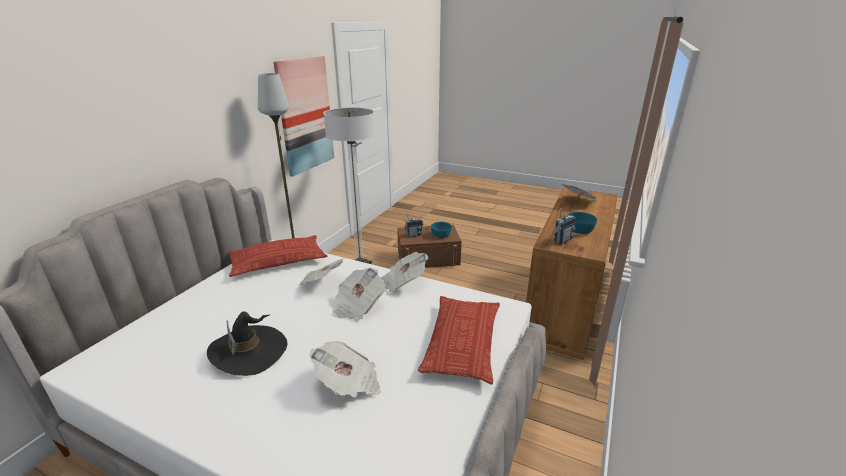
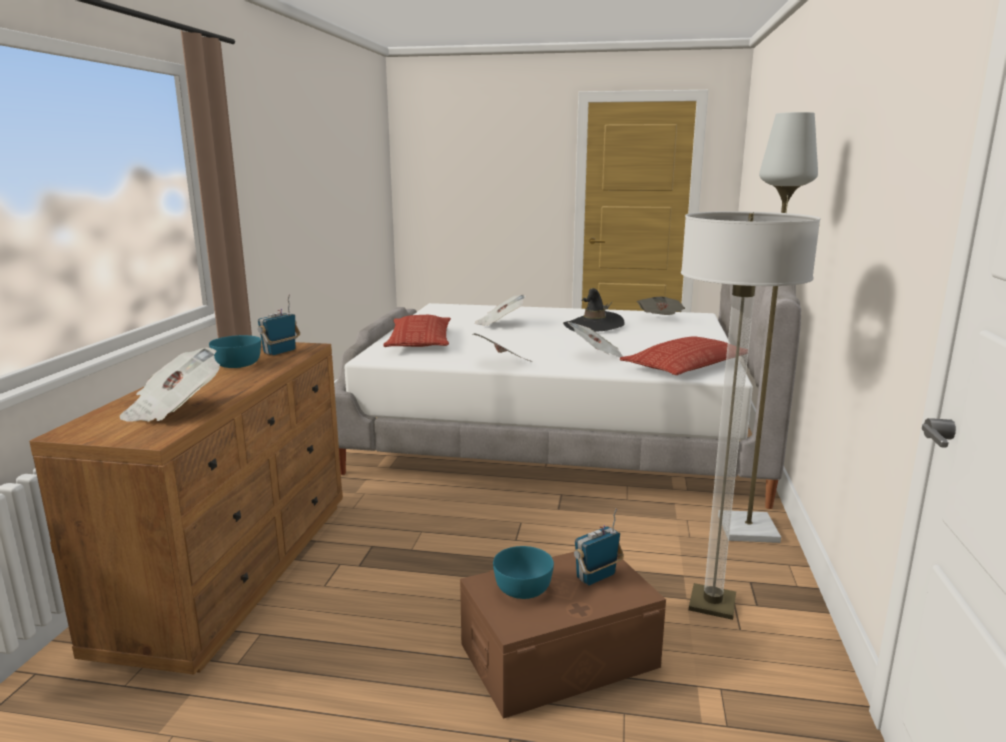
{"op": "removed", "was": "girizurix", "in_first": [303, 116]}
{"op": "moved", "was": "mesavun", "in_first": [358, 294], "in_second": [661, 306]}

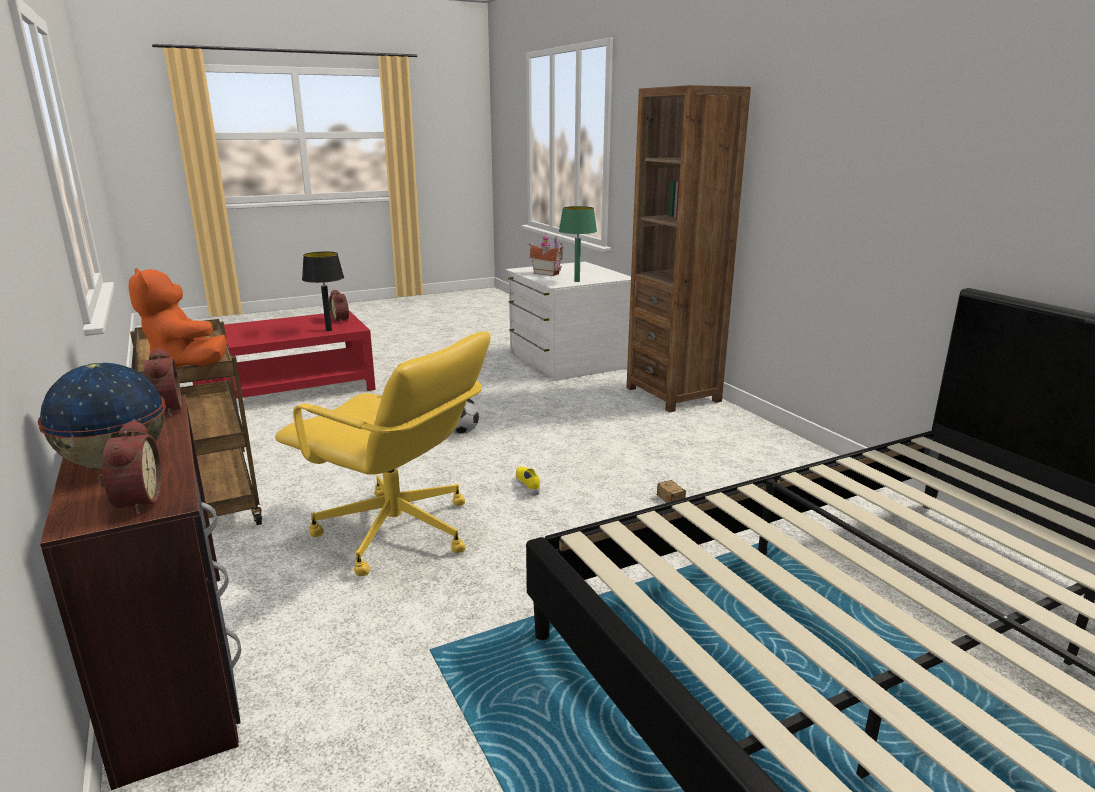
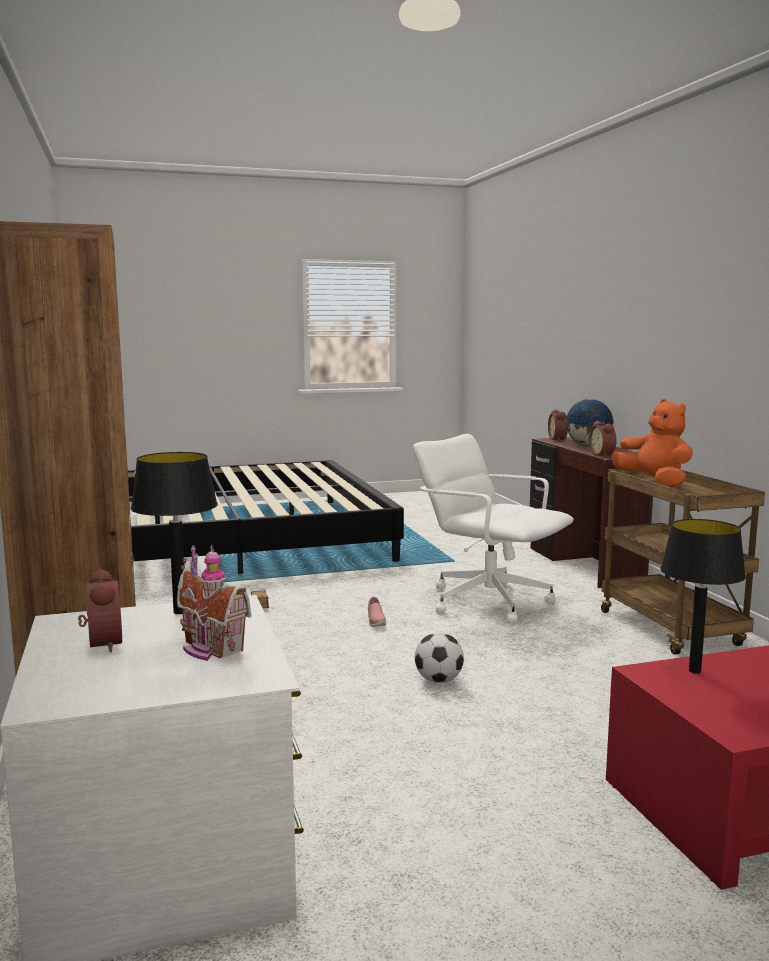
{"op": "recoloured", "was": "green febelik", "now": "black febelik", "in_first": [578, 244], "in_second": [174, 533]}
{"op": "moved", "was": "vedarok", "in_first": [339, 306], "in_second": [100, 610]}
{"op": "recoloured", "was": "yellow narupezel", "now": "white narupezel", "in_first": [382, 453], "in_second": [493, 528]}
{"op": "recoloured", "was": "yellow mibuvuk", "now": "pink mibuvuk", "in_first": [528, 481], "in_second": [377, 612]}

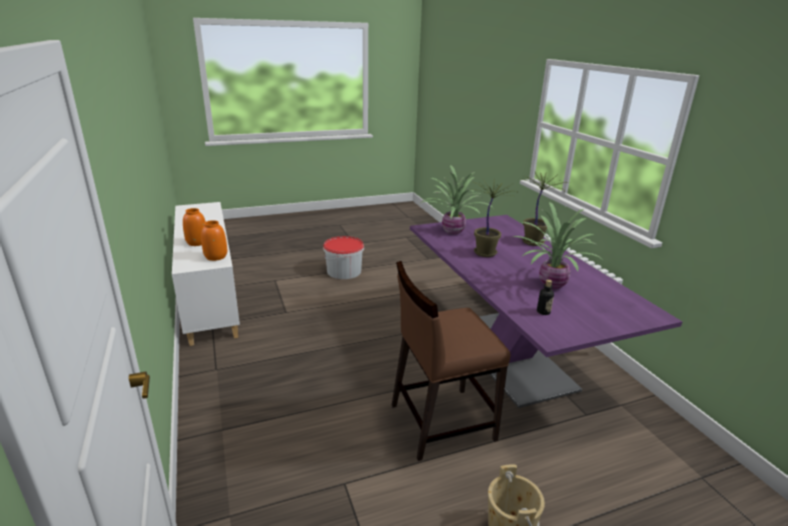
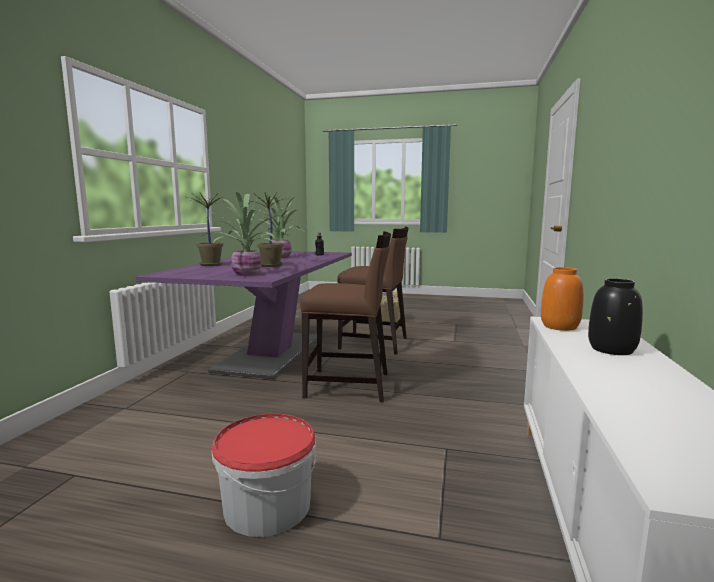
{"op": "recoloured", "was": "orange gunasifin", "now": "black gunasifin", "in_first": [194, 227], "in_second": [615, 317]}
{"op": "added", "now": "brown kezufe", "in_second": [345, 316]}

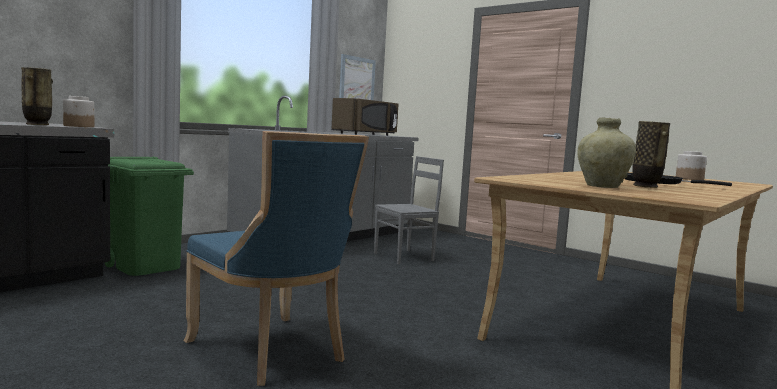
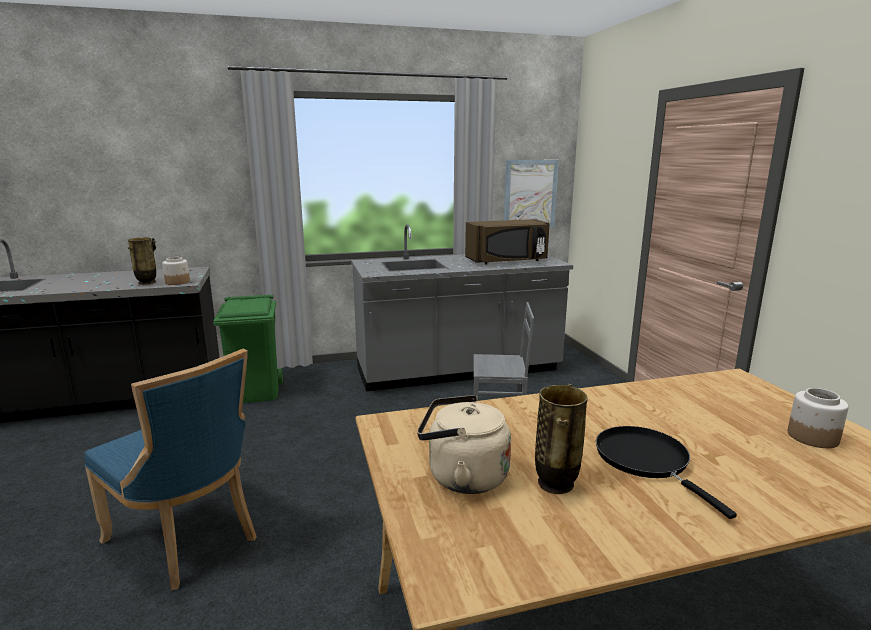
{"op": "replaced", "was": "beige gunasifin", "now": "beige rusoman", "in_first": [606, 153], "in_second": [464, 444]}
{"op": "turned", "was": "blue kezufe", "in_first": [276, 258], "in_second": [170, 469], "clockwise": -45}

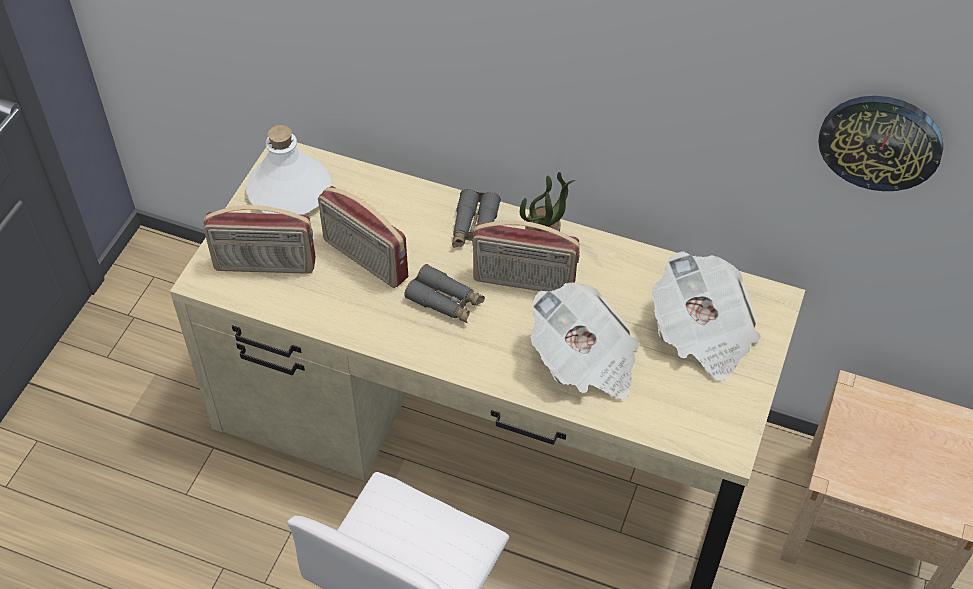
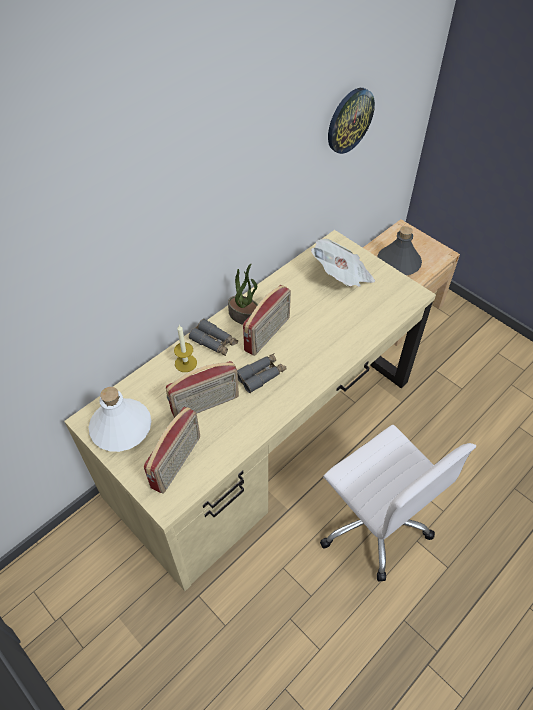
{"op": "removed", "was": "mesavun", "in_first": [584, 341]}
{"op": "added", "now": "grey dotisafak", "in_second": [399, 251]}
{"op": "added", "now": "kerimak", "in_second": [185, 348]}

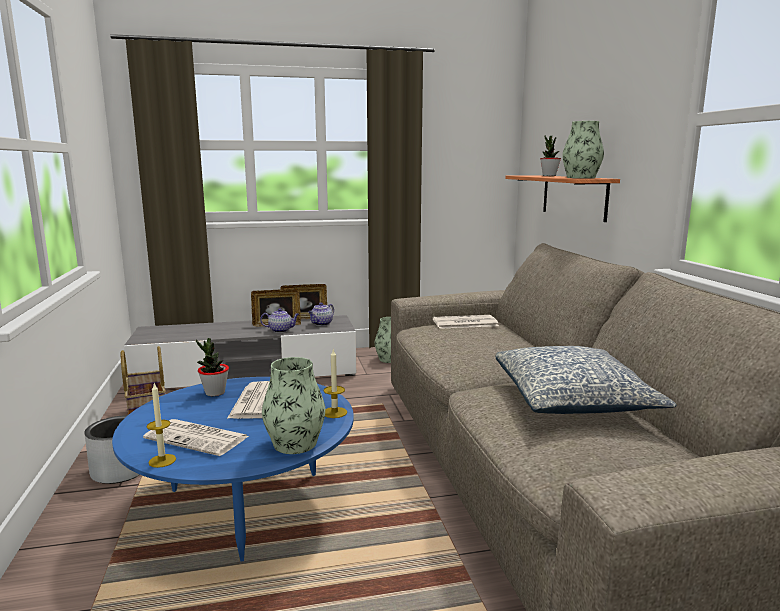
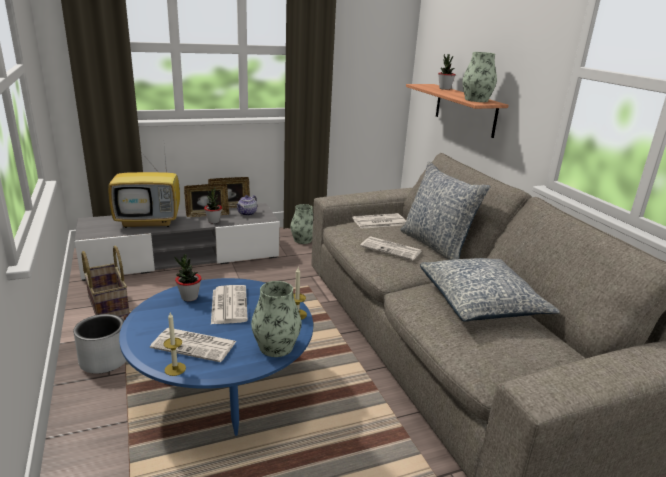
{"op": "replaced", "was": "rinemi", "now": "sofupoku", "in_first": [279, 320], "in_second": [213, 206]}
{"op": "added", "now": "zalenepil", "in_second": [144, 187]}
{"op": "added", "now": "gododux", "in_second": [445, 210]}
{"op": "added", "now": "mesavun", "in_second": [391, 248]}

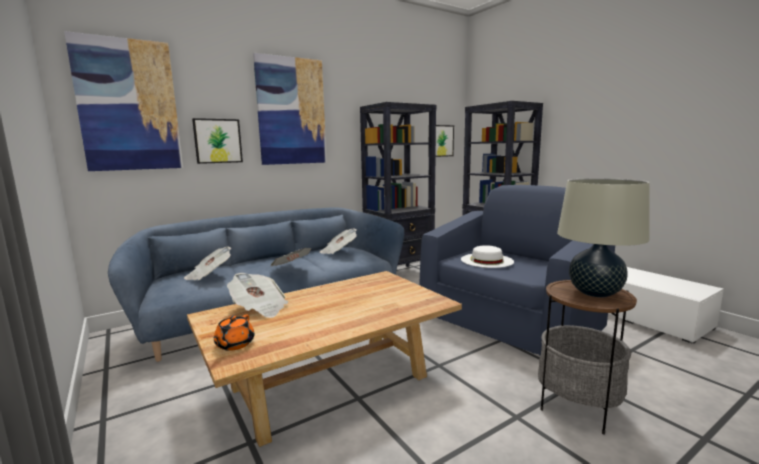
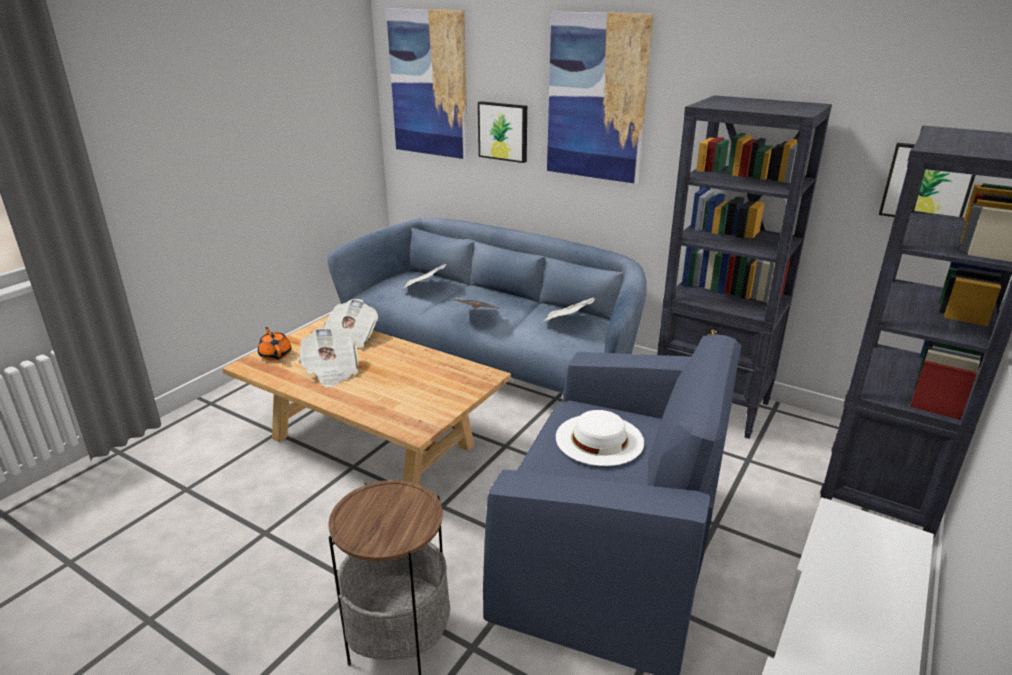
{"op": "removed", "was": "beige febelik", "in_first": [603, 238]}
{"op": "turned", "was": "orange rinemi", "in_first": [234, 333], "in_second": [274, 343], "clockwise": 75}
{"op": "added", "now": "mesavun", "in_second": [329, 357]}

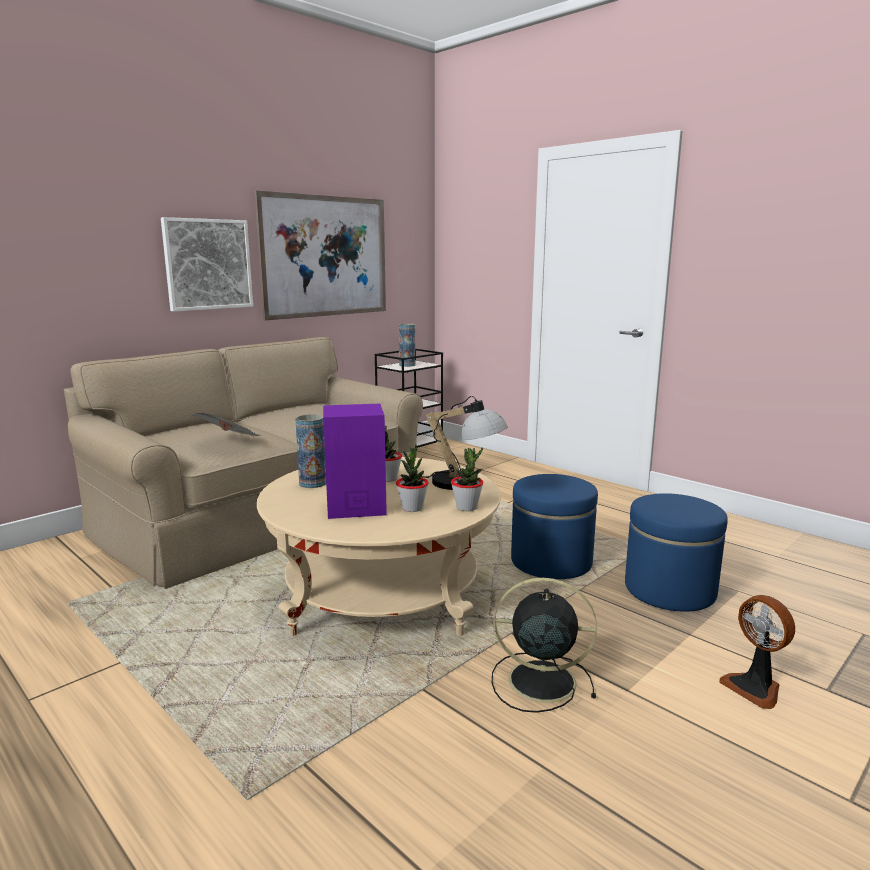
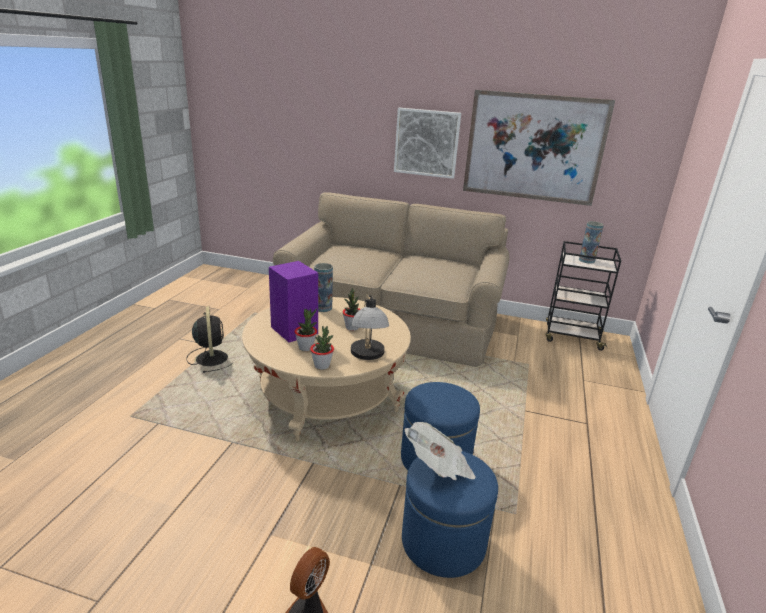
{"op": "moved", "was": "mesavun", "in_first": [227, 424], "in_second": [440, 451]}
{"op": "moved", "was": "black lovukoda", "in_first": [544, 645], "in_second": [210, 339]}

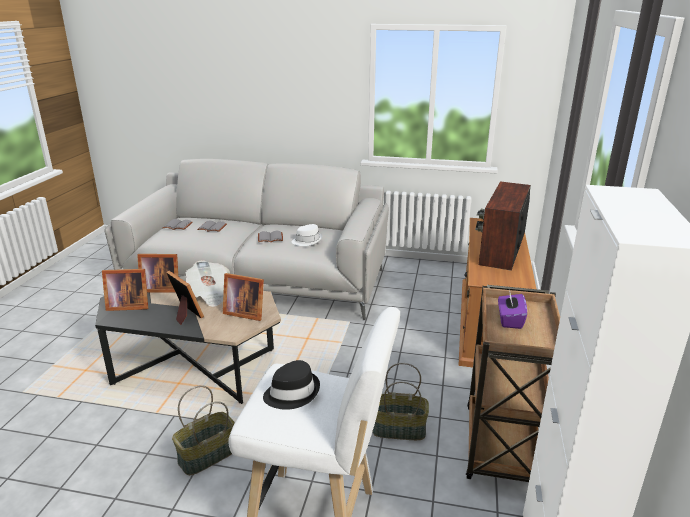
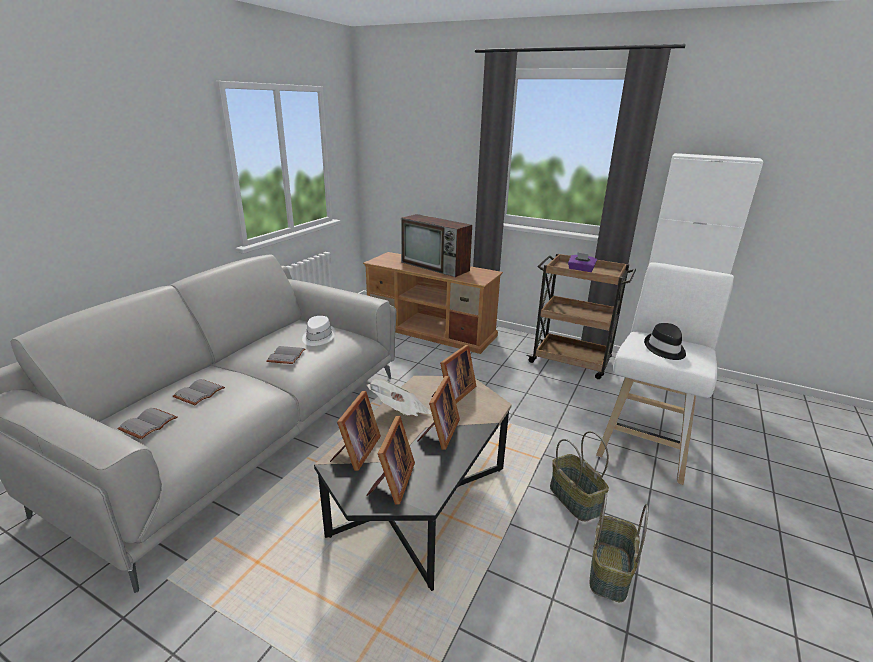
{"op": "turned", "was": "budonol", "in_first": [185, 298], "in_second": [438, 413], "clockwise": 135}
{"op": "moved", "was": "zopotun", "in_first": [401, 401], "in_second": [619, 547]}

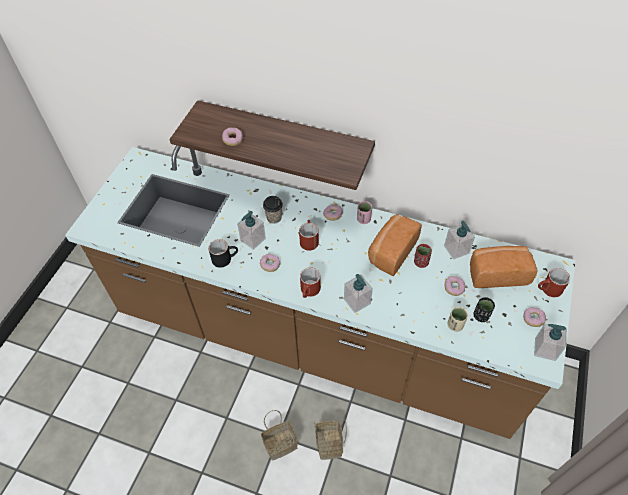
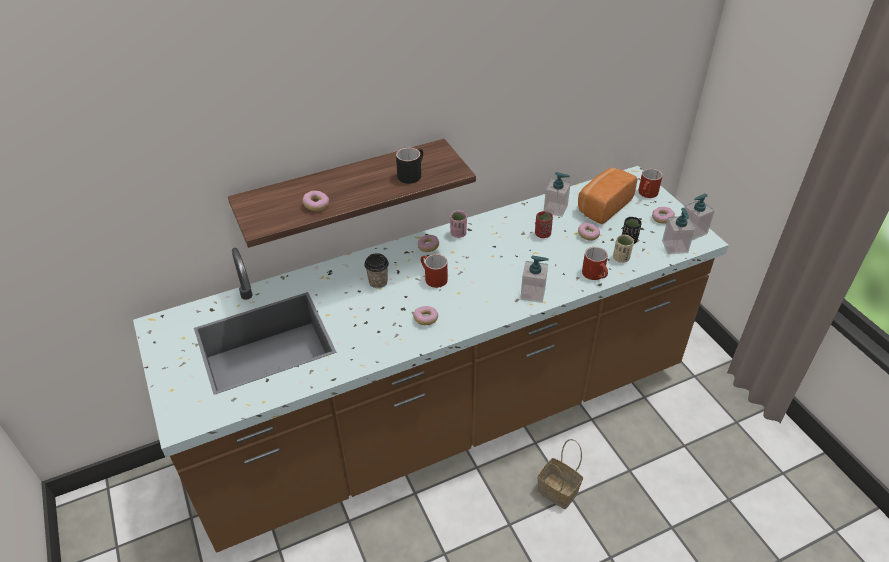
{"op": "moved", "was": "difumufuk", "in_first": [251, 230], "in_second": [678, 231]}
{"op": "removed", "was": "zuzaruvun", "in_first": [395, 245]}
{"op": "moved", "was": "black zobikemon", "in_first": [223, 253], "in_second": [409, 165]}
{"op": "moved", "was": "red zobikemon", "in_first": [310, 282], "in_second": [595, 263]}
{"op": "removed", "was": "zopotun", "in_first": [279, 435]}

